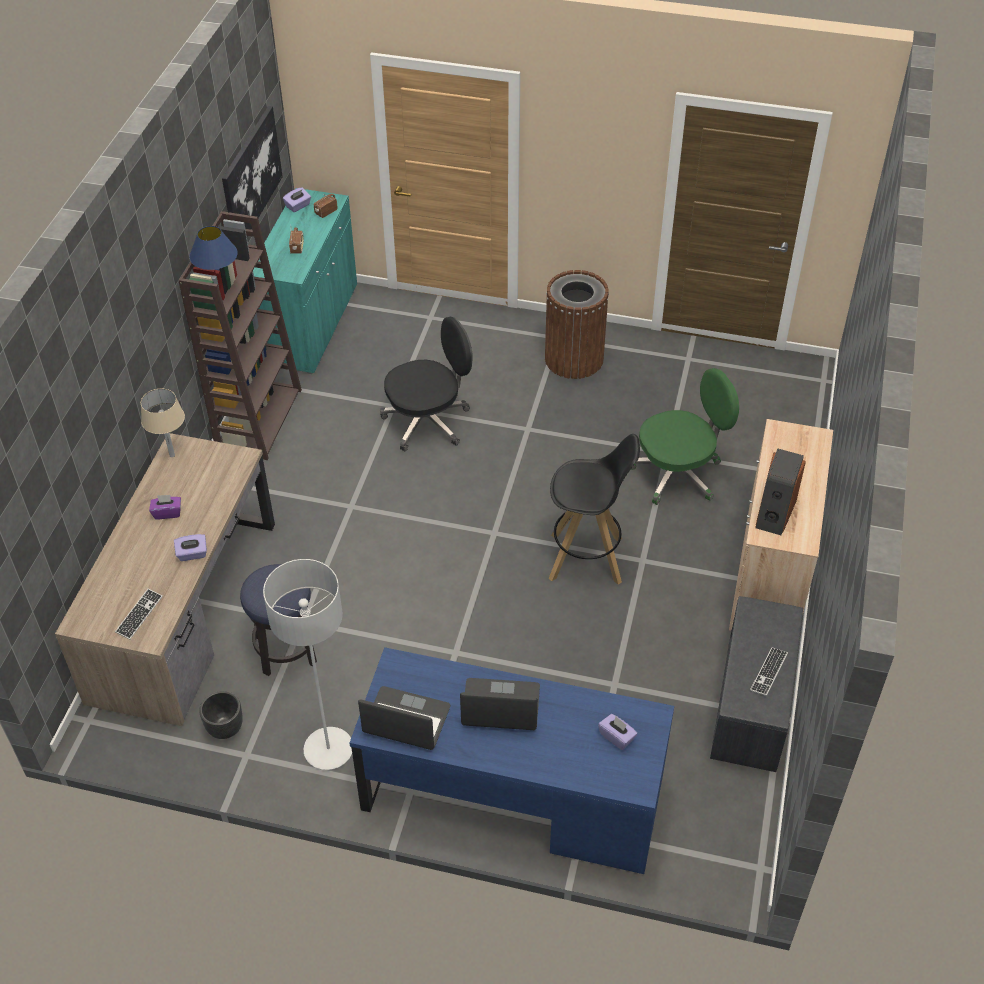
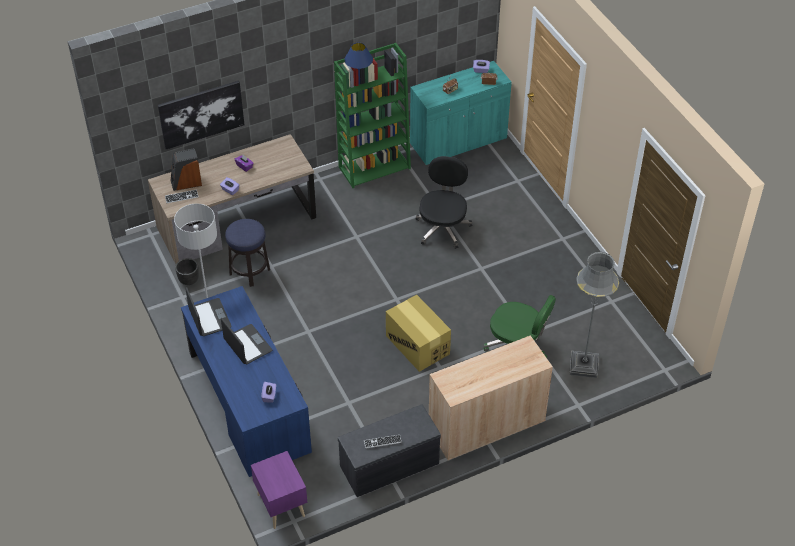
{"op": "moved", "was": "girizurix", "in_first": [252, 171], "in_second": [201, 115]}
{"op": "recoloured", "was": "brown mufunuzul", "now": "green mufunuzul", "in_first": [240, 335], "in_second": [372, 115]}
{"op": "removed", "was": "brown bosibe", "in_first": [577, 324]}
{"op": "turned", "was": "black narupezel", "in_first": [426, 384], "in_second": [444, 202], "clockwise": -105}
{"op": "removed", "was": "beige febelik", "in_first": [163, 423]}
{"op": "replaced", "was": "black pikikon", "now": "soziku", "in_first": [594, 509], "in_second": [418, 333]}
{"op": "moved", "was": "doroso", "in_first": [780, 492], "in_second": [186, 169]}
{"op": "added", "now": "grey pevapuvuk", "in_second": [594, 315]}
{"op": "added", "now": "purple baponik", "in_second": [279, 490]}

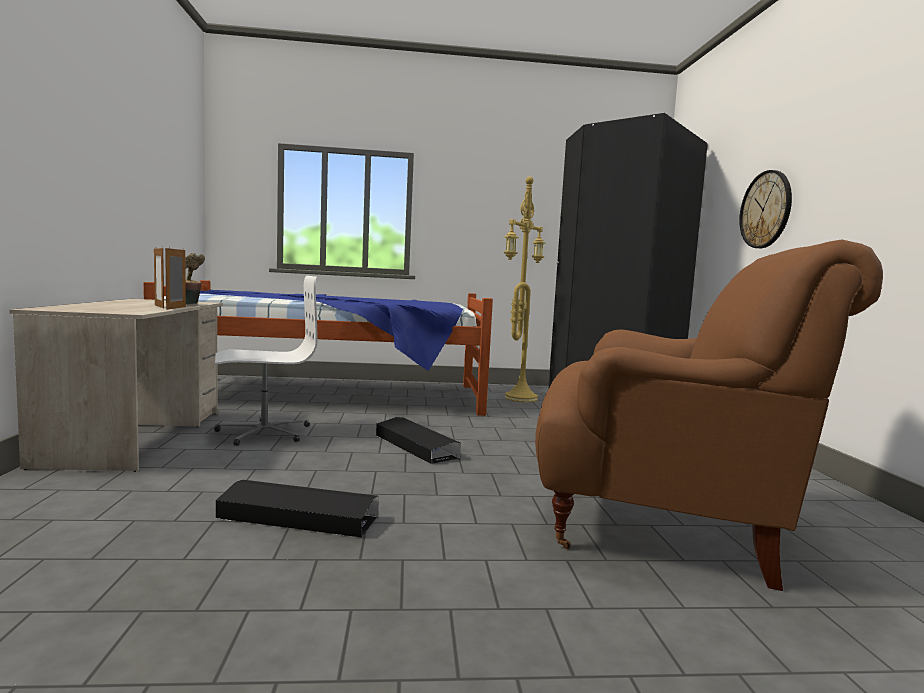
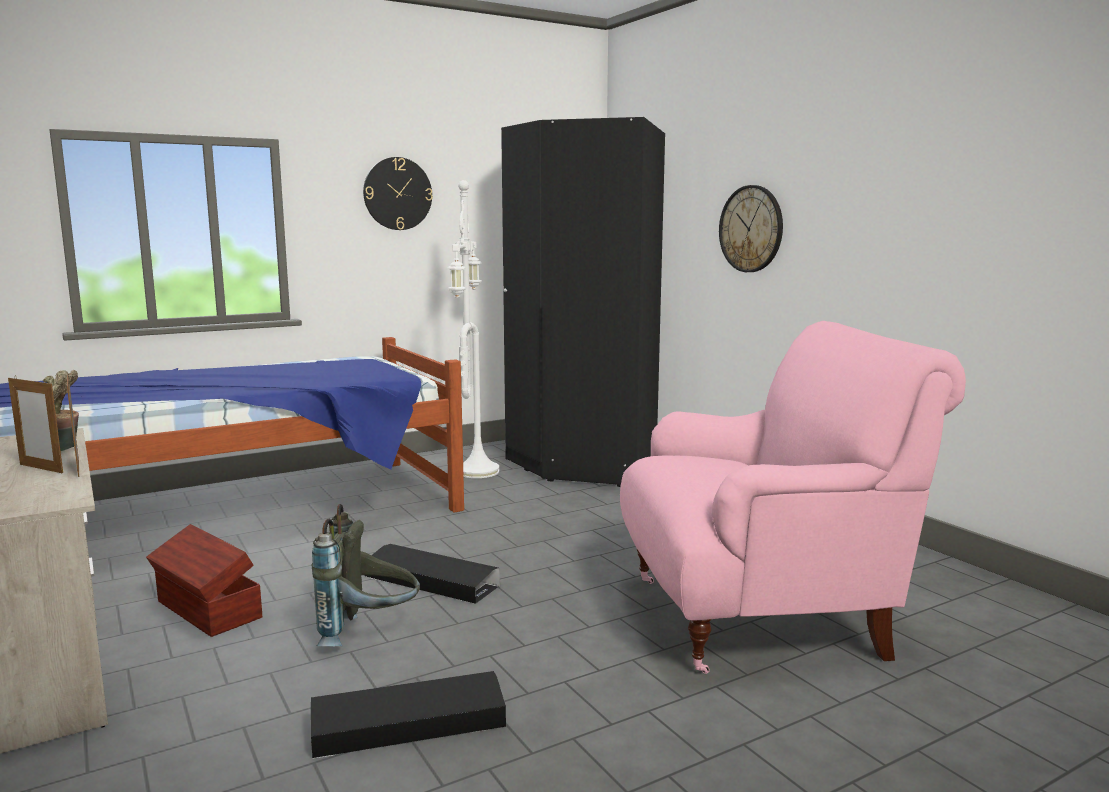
{"op": "recoloured", "was": "yellow pevapuvuk", "now": "white pevapuvuk", "in_first": [524, 289], "in_second": [473, 329]}
{"op": "recoloured", "was": "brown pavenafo", "now": "pink pavenafo", "in_first": [709, 415], "in_second": [793, 497]}
{"op": "replaced", "was": "white narupezel", "now": "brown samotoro", "in_first": [266, 361], "in_second": [204, 580]}
{"op": "added", "now": "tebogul", "in_second": [398, 193]}
{"op": "added", "now": "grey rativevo", "in_second": [366, 575]}

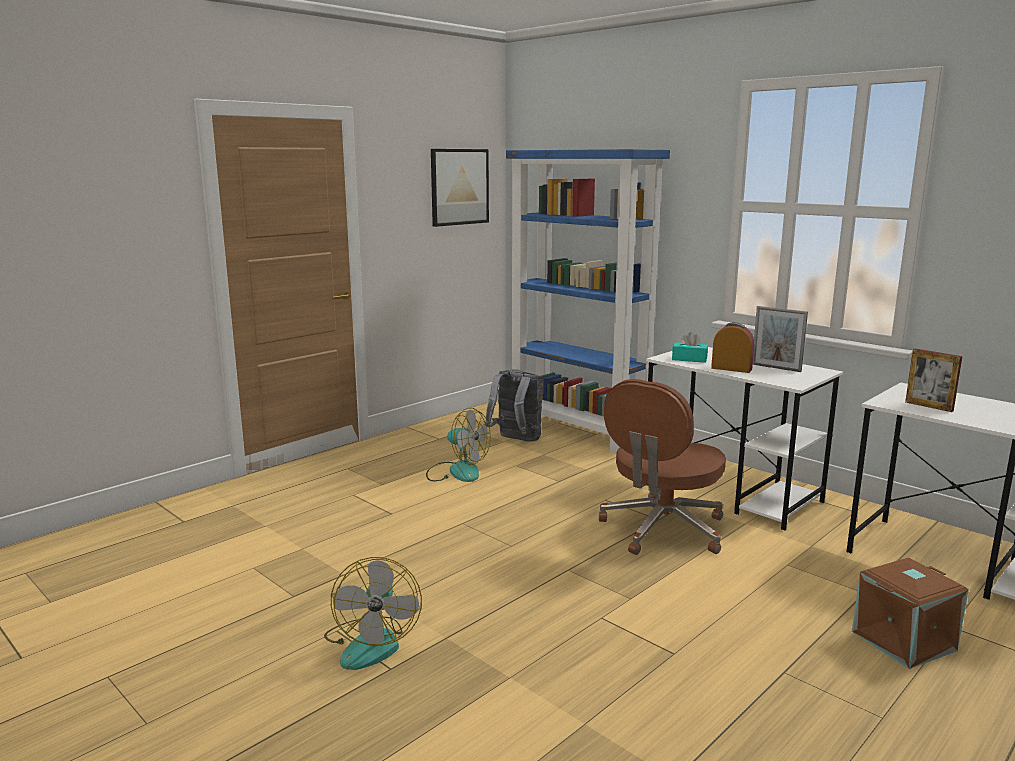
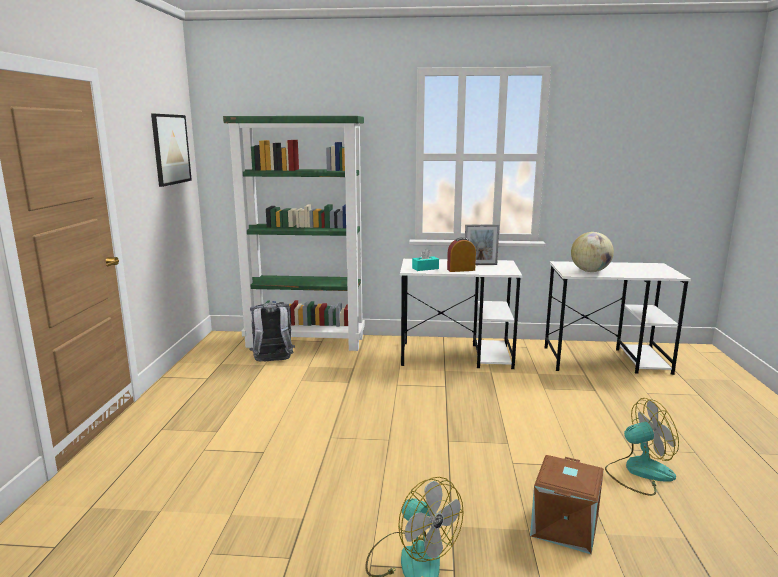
{"op": "recoloured", "was": "blue mufunuzul", "now": "green mufunuzul", "in_first": [588, 301], "in_second": [294, 233]}
{"op": "replaced", "was": "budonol", "now": "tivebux", "in_first": [934, 380], "in_second": [592, 252]}
{"op": "removed", "was": "brown narupezel", "in_first": [662, 467]}
{"op": "moved", "was": "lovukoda", "in_first": [458, 445], "in_second": [642, 447]}
{"op": "moved", "was": "brown samotoro", "in_first": [910, 613], "in_second": [567, 504]}

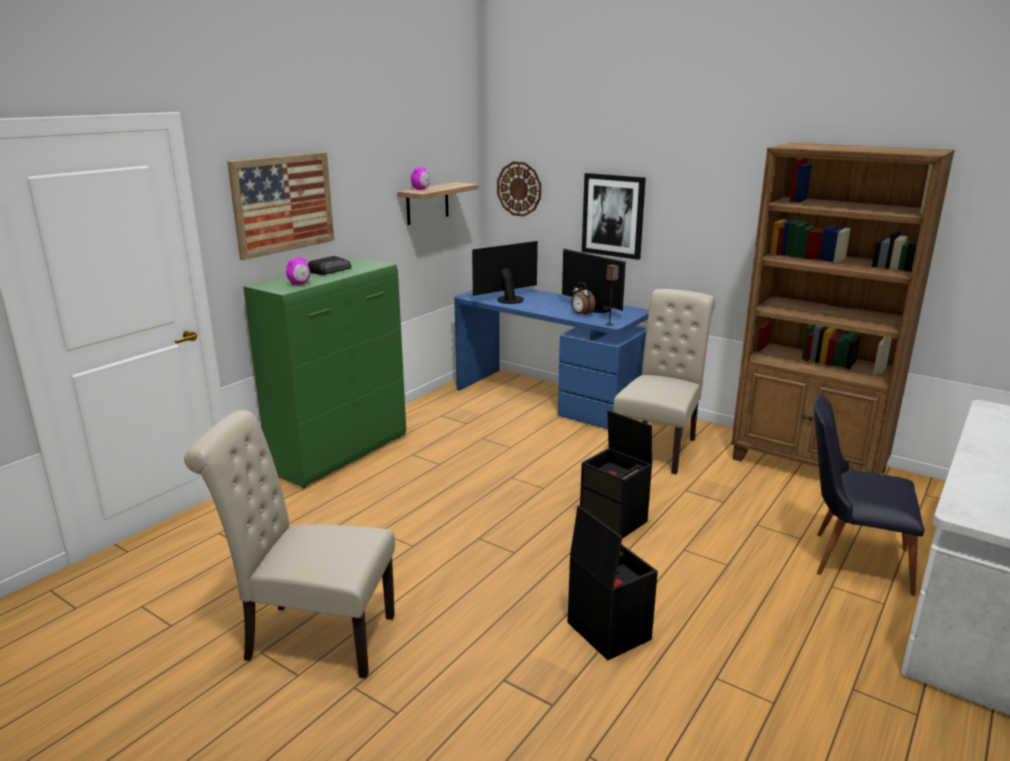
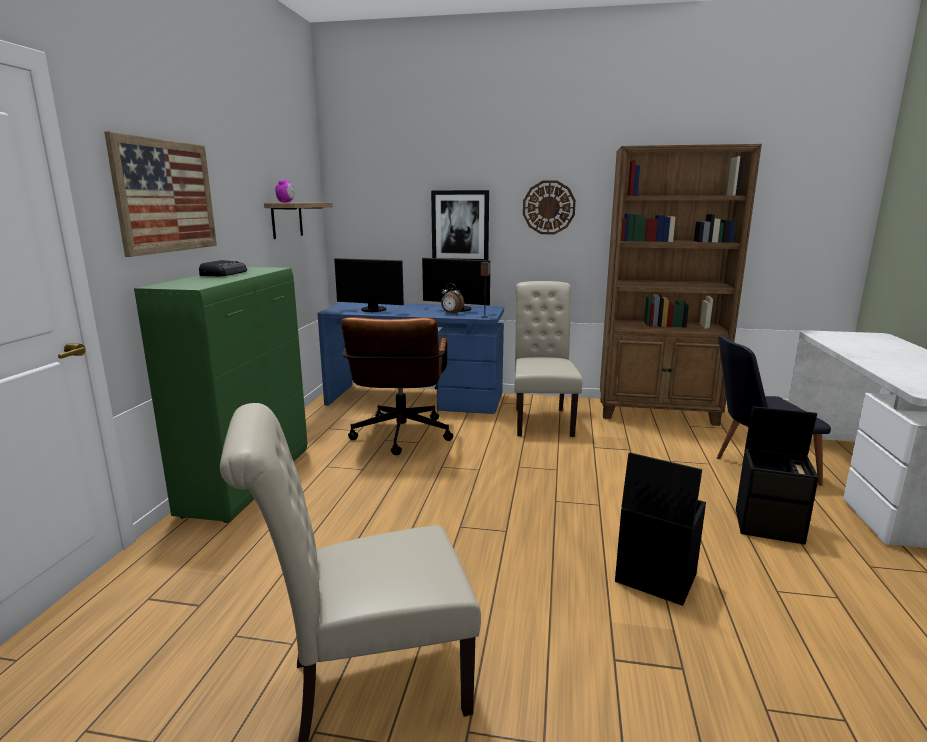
{"op": "moved", "was": "tebogul", "in_first": [519, 189], "in_second": [549, 207]}
{"op": "turned", "was": "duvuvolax", "in_first": [505, 272], "in_second": [369, 285], "clockwise": -105}
{"op": "removed", "was": "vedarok", "in_first": [298, 271]}
{"op": "moved", "was": "black samotoro", "in_first": [616, 474], "in_second": [777, 475]}
{"op": "added", "now": "brown narupezel", "in_second": [397, 386]}

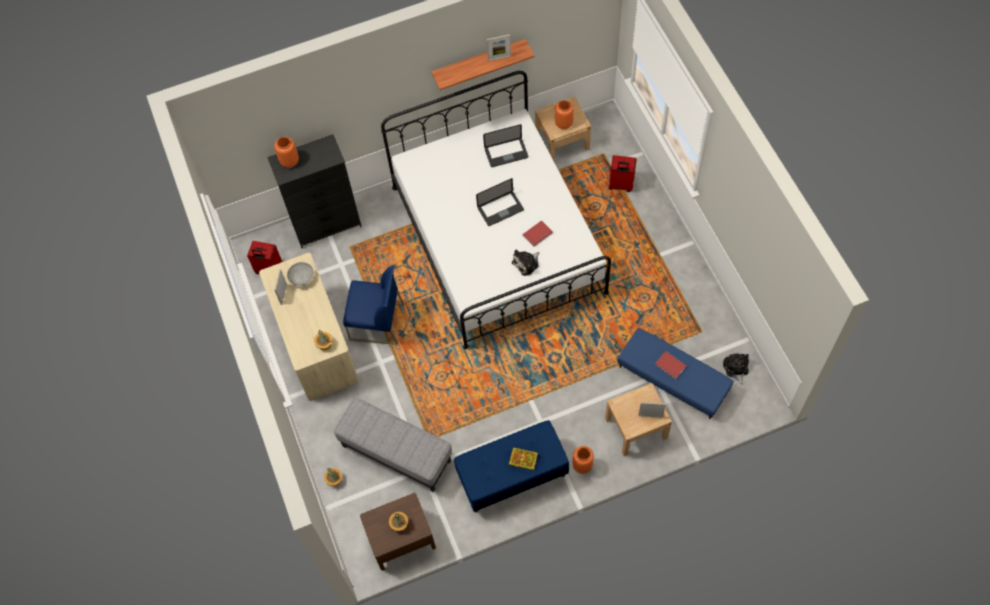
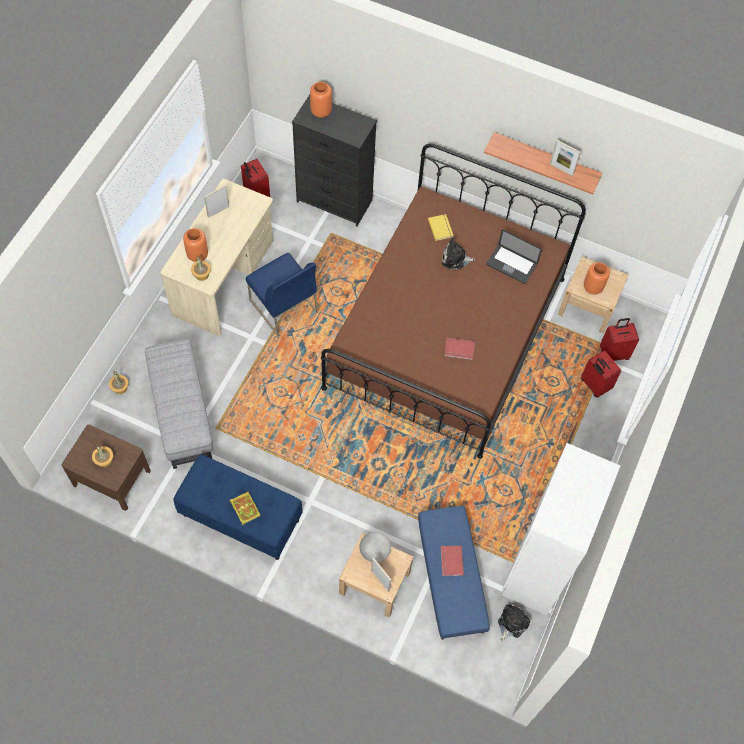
{"op": "recoloured", "was": "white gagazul", "now": "brown gagazul", "in_first": [496, 210], "in_second": [453, 301]}
{"op": "removed", "was": "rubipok", "in_first": [500, 202]}
{"op": "moved", "was": "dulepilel", "in_first": [526, 263], "in_second": [458, 253]}
{"op": "moved", "was": "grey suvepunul", "in_first": [300, 274], "in_second": [375, 547]}
{"op": "moved", "was": "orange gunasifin", "in_first": [583, 460], "in_second": [195, 245]}
{"op": "added", "now": "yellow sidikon", "in_second": [441, 227]}
{"op": "added", "now": "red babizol", "in_second": [619, 339]}
{"op": "added", "now": "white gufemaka", "in_second": [560, 529]}

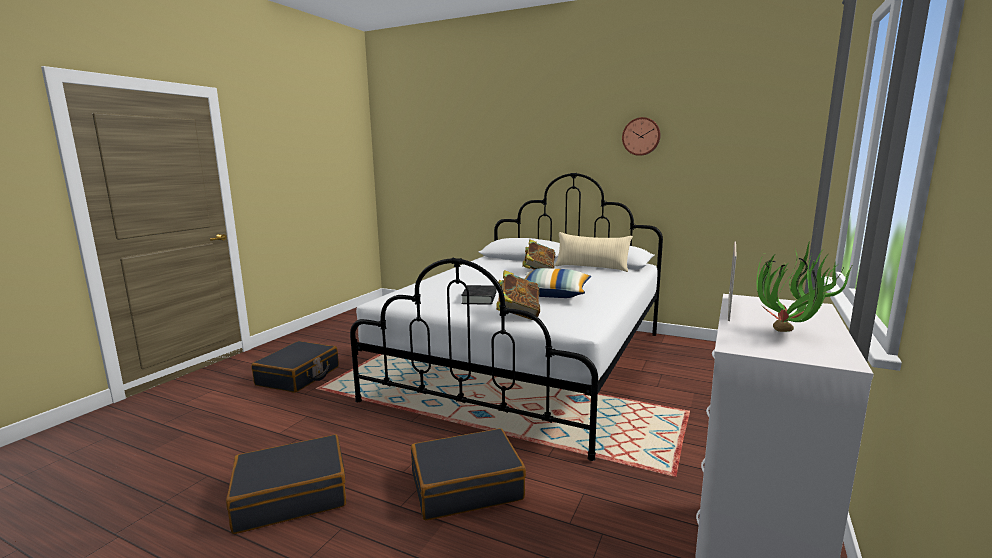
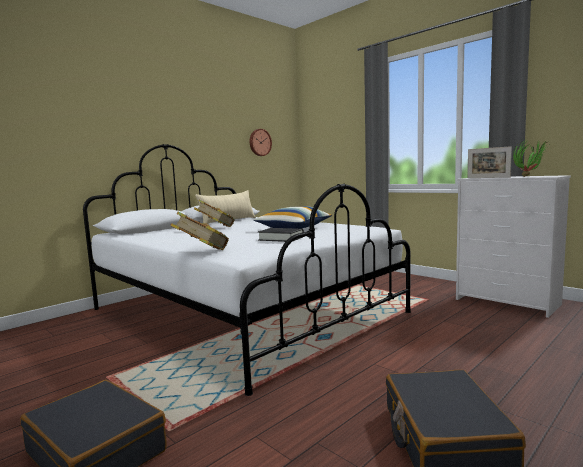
{"op": "moved", "was": "tebogul", "in_first": [641, 136], "in_second": [260, 142]}
{"op": "moved", "was": "sidikon", "in_first": [518, 295], "in_second": [199, 230]}
{"op": "removed", "was": "black babizol", "in_first": [468, 474]}

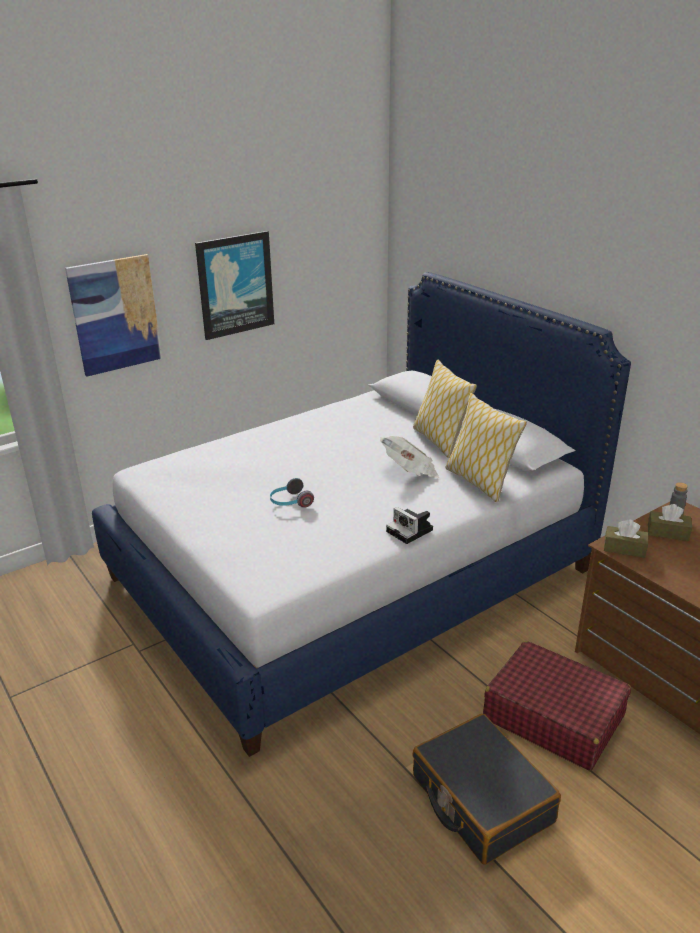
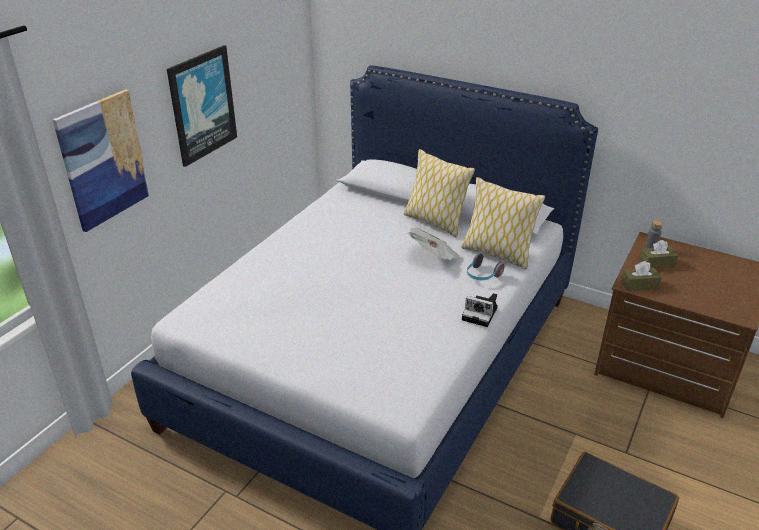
{"op": "moved", "was": "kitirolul", "in_first": [292, 493], "in_second": [485, 266]}
{"op": "removed", "was": "red babizol", "in_first": [557, 705]}

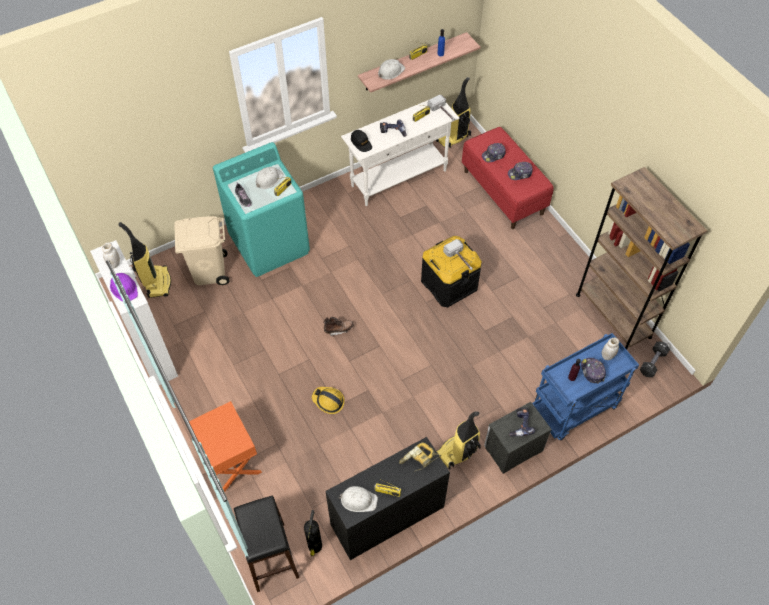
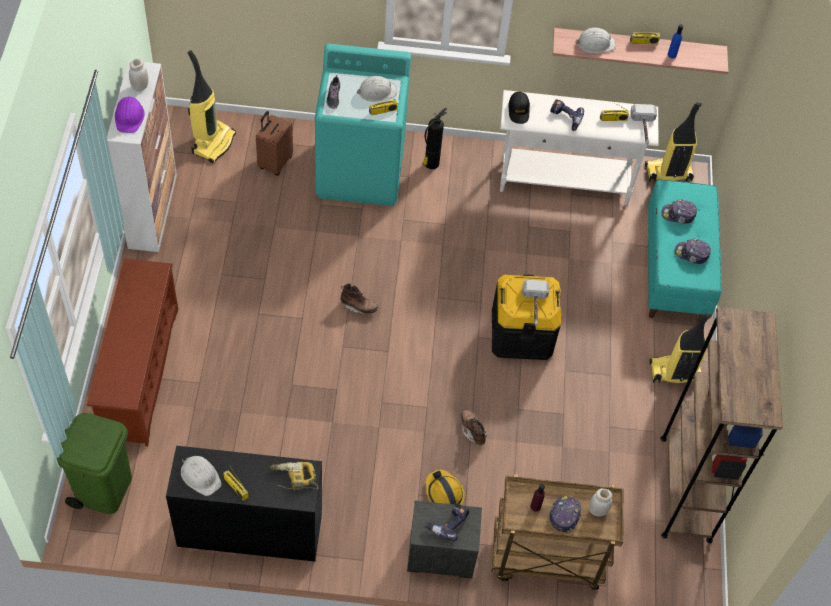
{"op": "recoloured", "was": "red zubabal", "now": "turquoise zubabal", "in_first": [508, 178], "in_second": [685, 251]}
{"op": "replaced", "was": "beige bosibe", "now": "brown babizol", "in_first": [201, 250], "in_second": [274, 143]}
{"op": "recoloured", "was": "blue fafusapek", "now": "brown fafusapek", "in_first": [585, 386], "in_second": [557, 532]}
{"op": "removed", "was": "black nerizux", "in_first": [655, 359]}
{"op": "moved", "was": "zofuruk", "in_first": [328, 400], "in_second": [445, 487]}
{"op": "replaced", "was": "orange baponik", "now": "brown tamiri", "in_first": [225, 446], "in_second": [132, 352]}
{"op": "moved", "was": "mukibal", "in_first": [458, 440], "in_second": [680, 348]}
{"op": "replaced", "was": "black pikikon", "now": "green bosibe", "in_first": [266, 544], "in_second": [94, 463]}
{"op": "moved", "was": "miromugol", "in_first": [313, 533], "in_second": [434, 139]}
{"op": "added", "now": "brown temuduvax", "in_second": [473, 427]}

